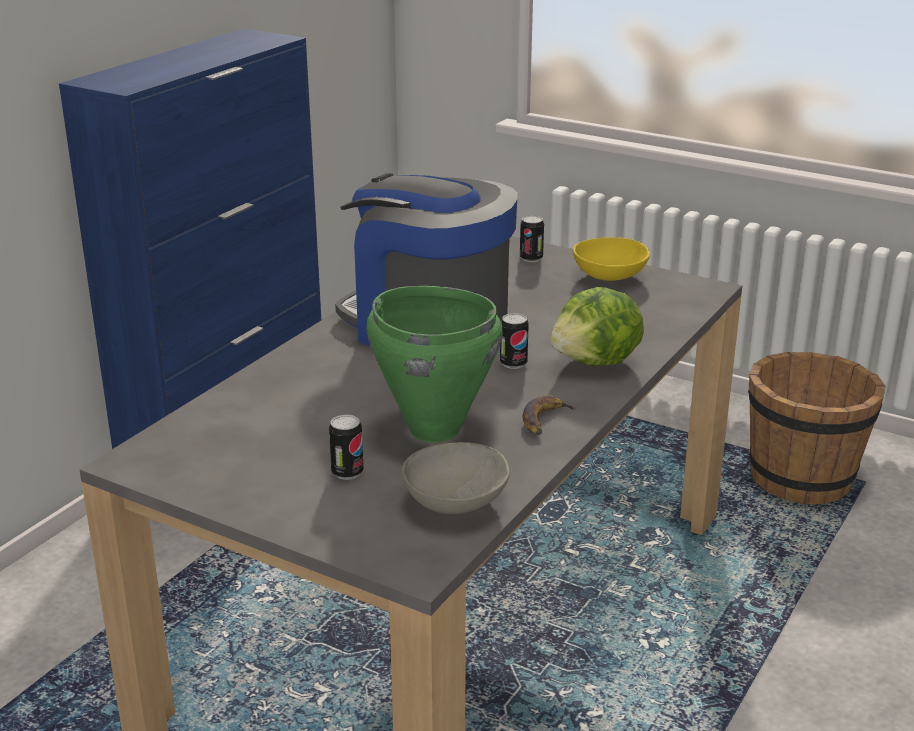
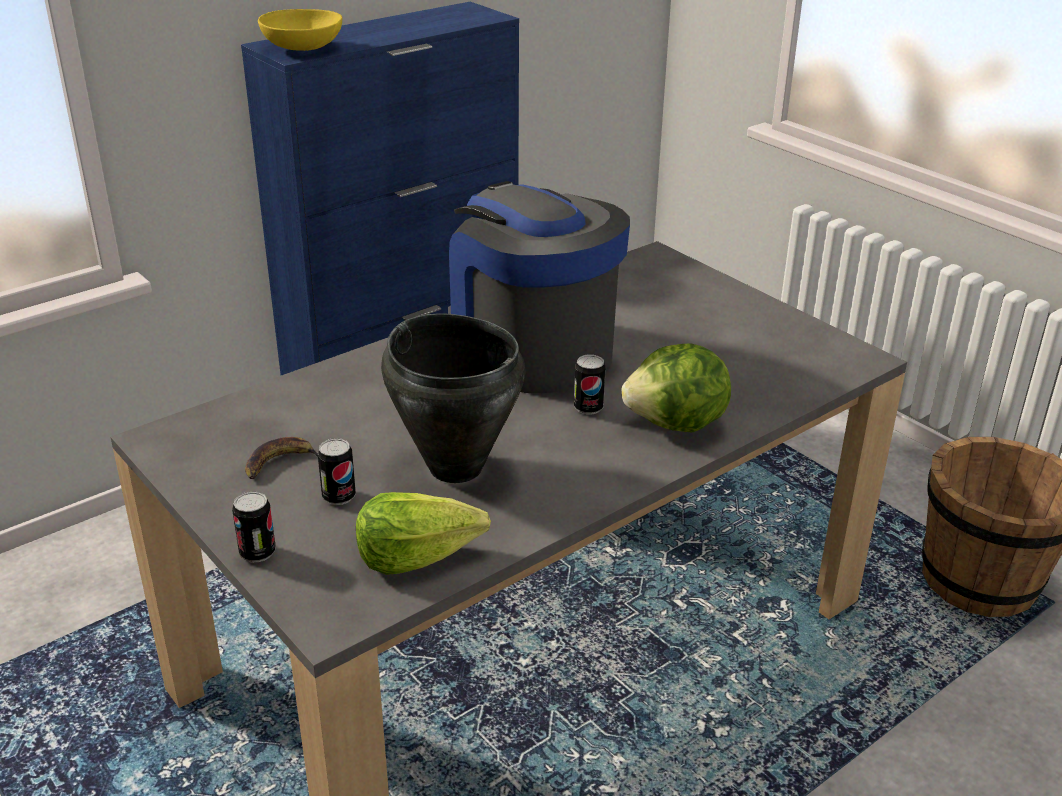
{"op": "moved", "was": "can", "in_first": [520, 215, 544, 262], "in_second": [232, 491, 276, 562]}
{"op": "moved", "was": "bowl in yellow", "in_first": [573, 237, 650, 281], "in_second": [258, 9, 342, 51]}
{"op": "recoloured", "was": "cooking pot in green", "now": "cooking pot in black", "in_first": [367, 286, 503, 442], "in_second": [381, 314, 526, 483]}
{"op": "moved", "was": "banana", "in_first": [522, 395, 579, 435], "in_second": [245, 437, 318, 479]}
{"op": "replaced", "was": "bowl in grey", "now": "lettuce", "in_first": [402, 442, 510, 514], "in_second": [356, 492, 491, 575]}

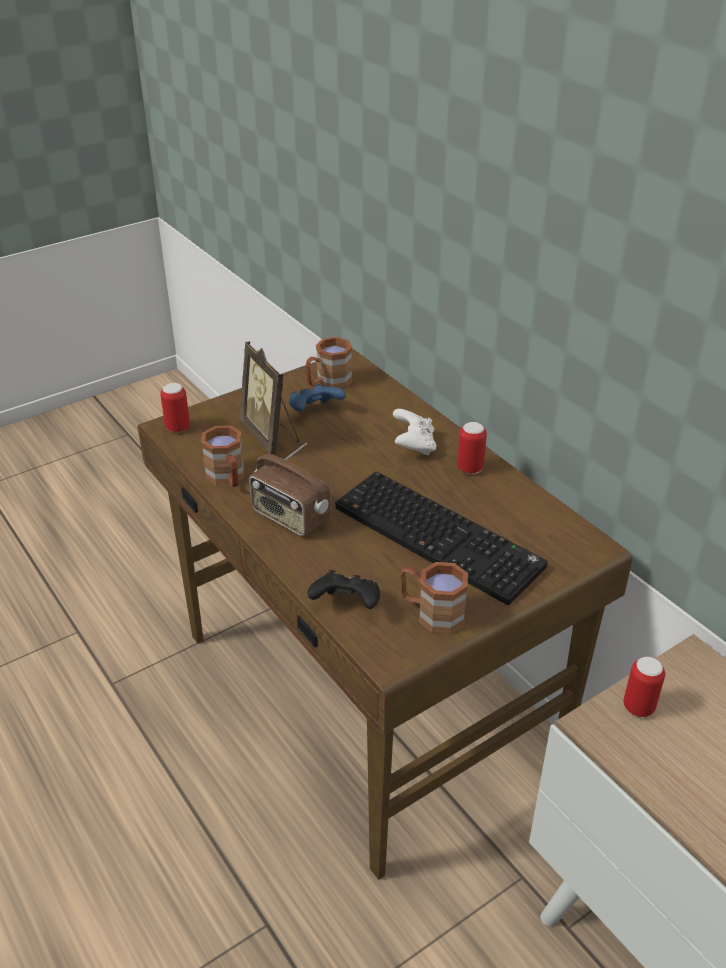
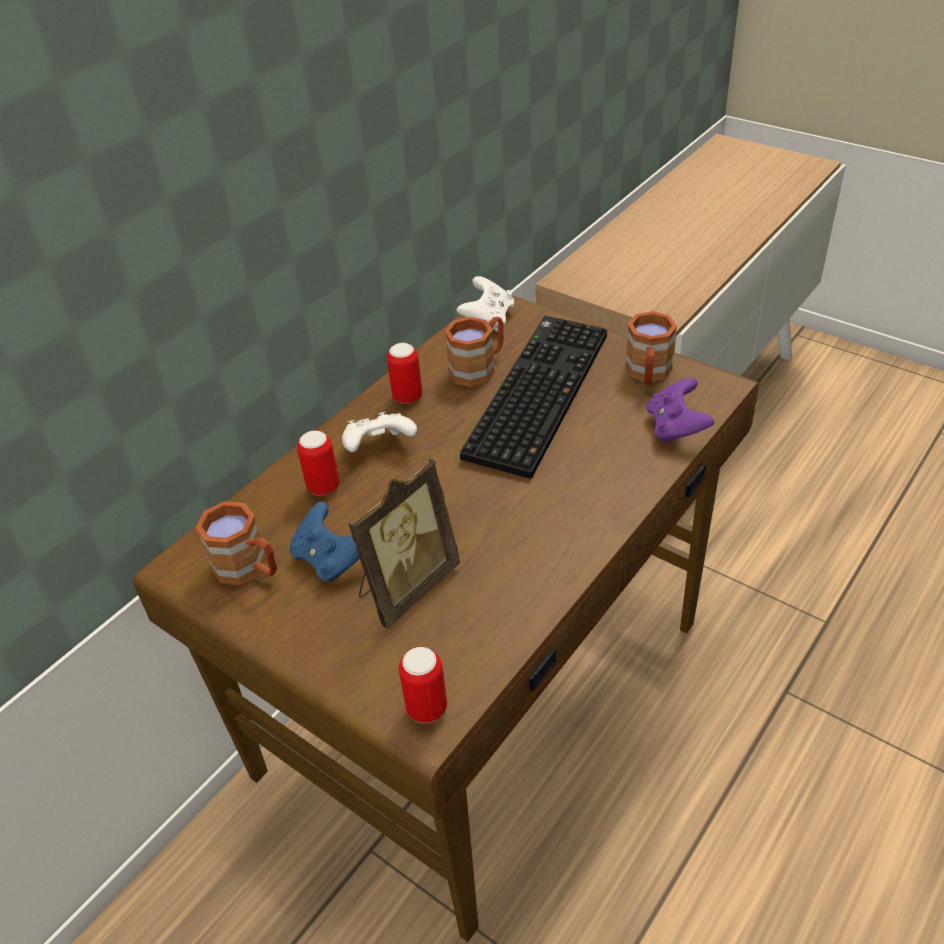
{"op": "moved", "was": "mug in brown", "in_first": [201, 426, 245, 487], "in_second": [445, 317, 504, 387]}
{"op": "removed", "was": "radio", "in_first": [249, 443, 330, 537]}
{"op": "recoloured", "was": "game controller in black", "now": "game controller in purple", "in_first": [308, 570, 380, 609], "in_second": [647, 377, 714, 443]}
{"op": "moved", "was": "can", "in_first": [623, 656, 665, 717], "in_second": [297, 431, 340, 496]}
{"op": "added", "now": "game controller in white", "in_second": [457, 276, 514, 331]}

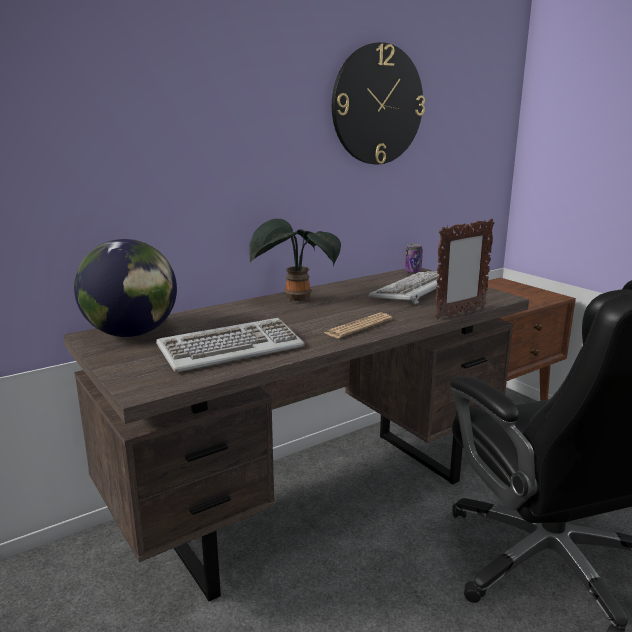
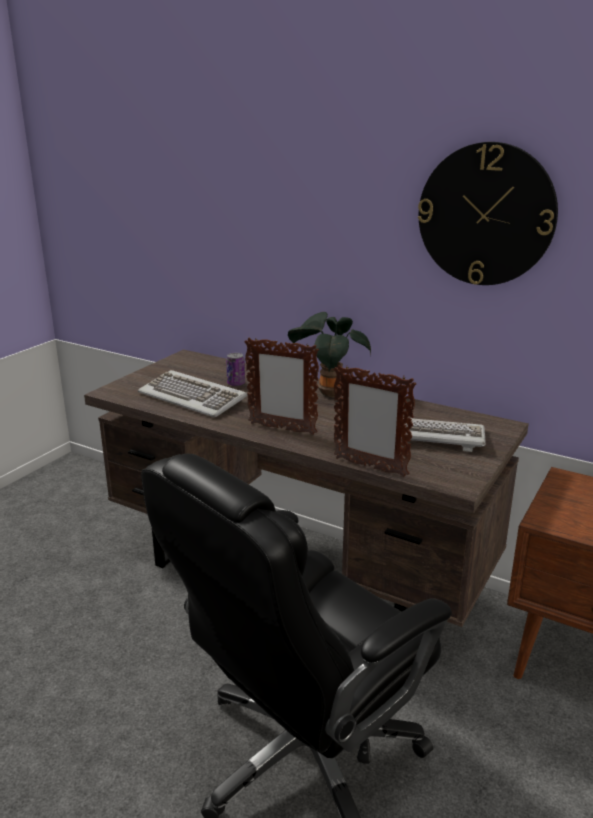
{"op": "removed", "was": "globe", "in_first": [74, 239, 177, 337]}
{"op": "moved", "was": "can", "in_first": [405, 244, 423, 274], "in_second": [226, 353, 245, 386]}
{"op": "replaced", "was": "newspaper", "now": "picture frame", "in_first": [324, 313, 392, 338], "in_second": [244, 337, 319, 435]}

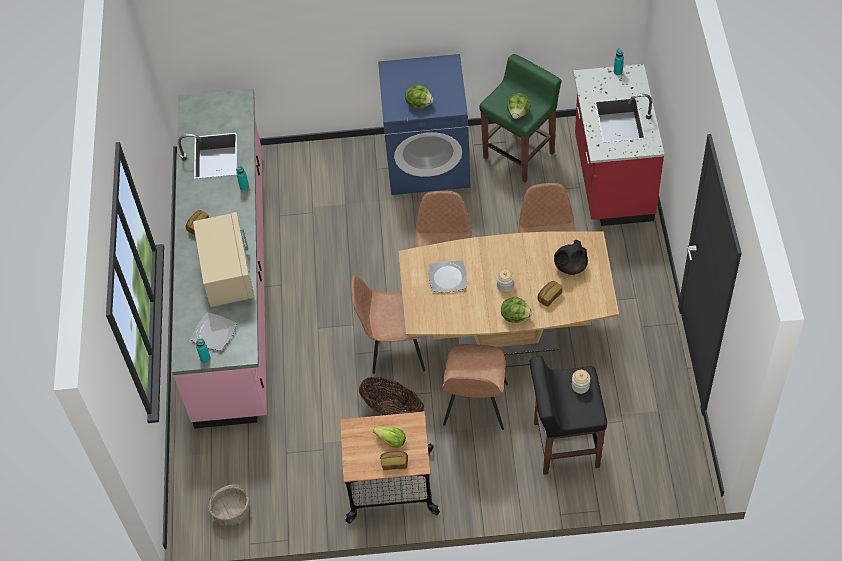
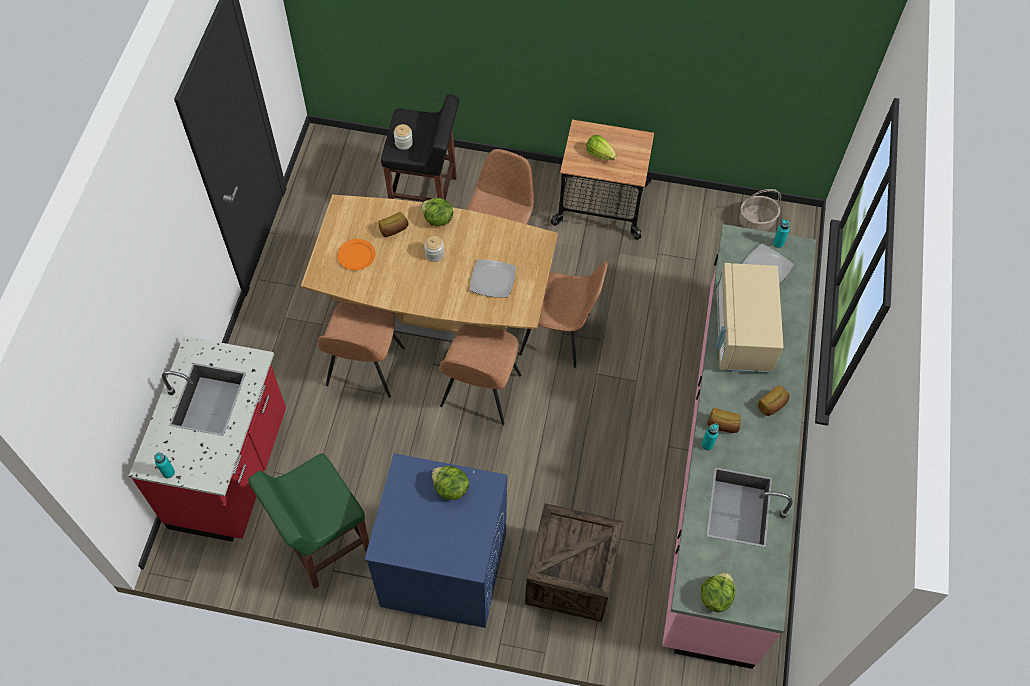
{"op": "moved", "was": "lettuce", "in_first": [507, 93, 531, 119], "in_second": [701, 573, 736, 613]}
{"op": "replaced", "was": "teapot in black", "now": "plate in orange", "in_first": [554, 240, 588, 275], "in_second": [337, 239, 376, 270]}
{"op": "removed", "was": "basket", "in_first": [359, 377, 424, 415]}
{"op": "moved", "was": "bread", "in_first": [380, 451, 408, 470], "in_second": [707, 408, 741, 433]}
{"op": "added", "now": "crate", "in_second": [525, 503, 623, 622]}

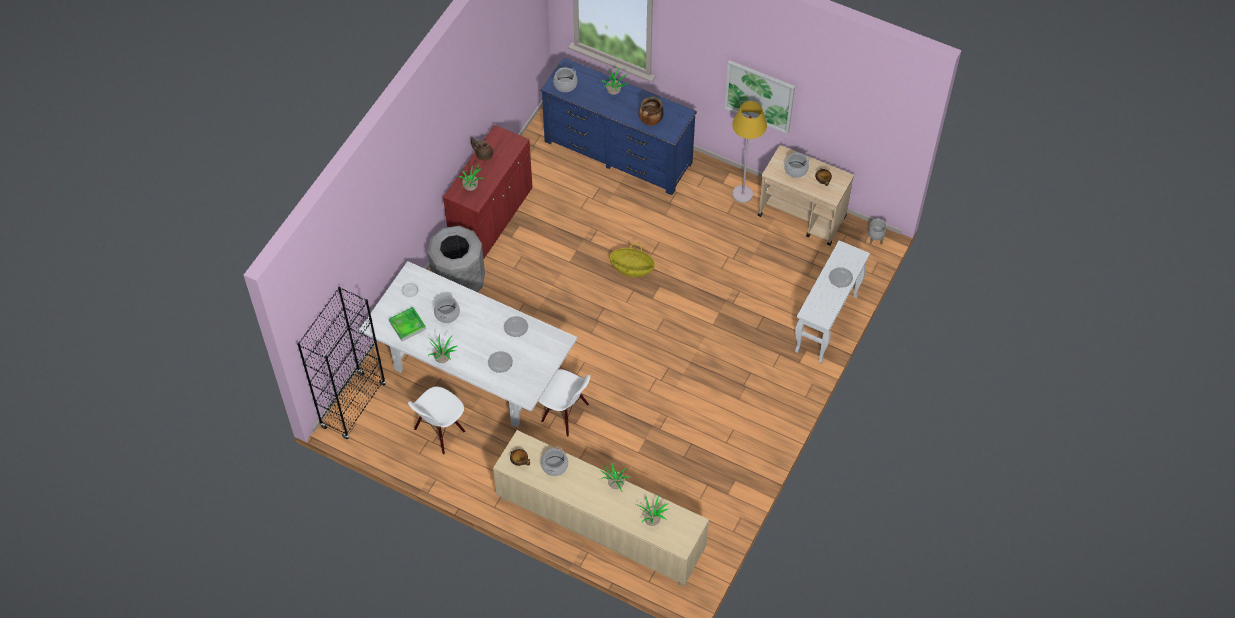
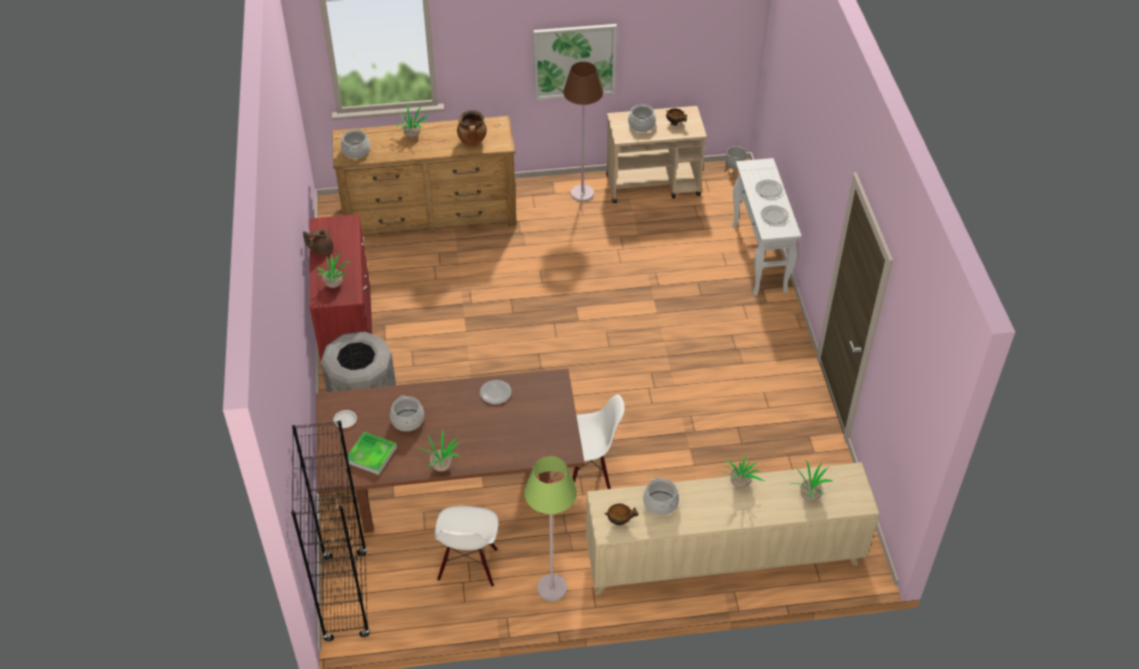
{"op": "recoloured", "was": "dresser in blue", "now": "dresser in brown", "in_first": [540, 57, 697, 195], "in_second": [332, 116, 517, 235]}
{"op": "recoloured", "was": "floor lamp in yellow", "now": "floor lamp in brown", "in_first": [732, 101, 767, 203], "in_second": [563, 62, 603, 202]}
{"op": "removed", "was": "basket", "in_first": [610, 244, 655, 277]}
{"op": "recoloured", "was": "dining table in white", "now": "dining table in brown", "in_first": [359, 261, 577, 428], "in_second": [316, 368, 585, 533]}
{"op": "moved", "was": "plate", "in_first": [488, 351, 513, 373], "in_second": [760, 205, 789, 224]}
{"op": "added", "now": "floor lamp in green", "in_second": [524, 456, 577, 602]}

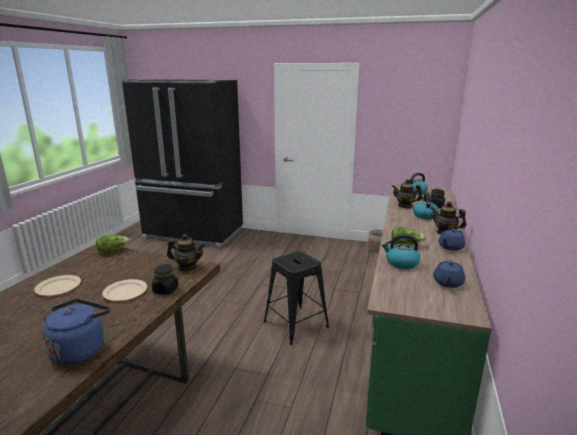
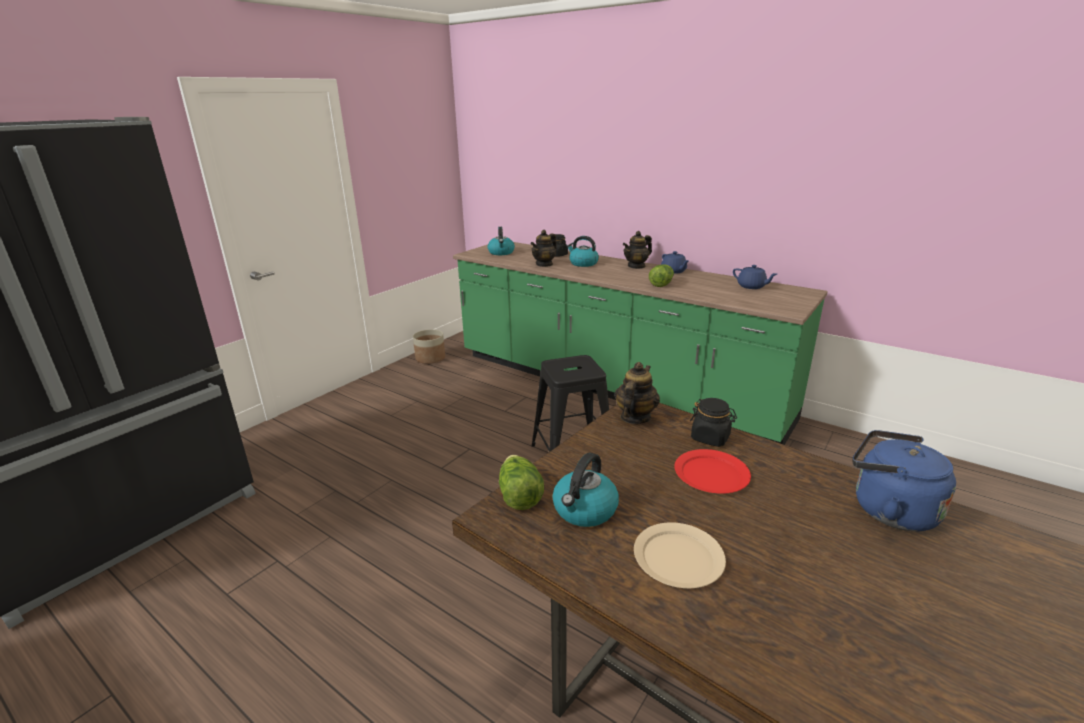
{"op": "moved", "was": "kettle", "in_first": [382, 234, 420, 269], "in_second": [553, 452, 619, 527]}
{"op": "recoloured", "was": "plate in beige", "now": "plate in red", "in_first": [102, 279, 147, 301], "in_second": [674, 449, 751, 494]}

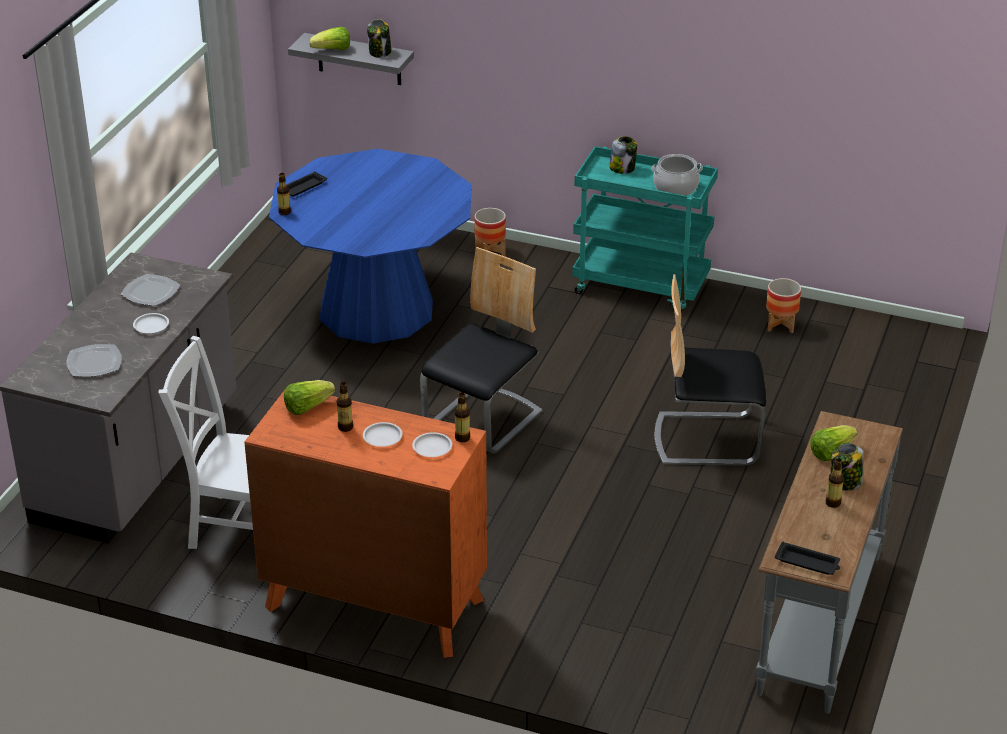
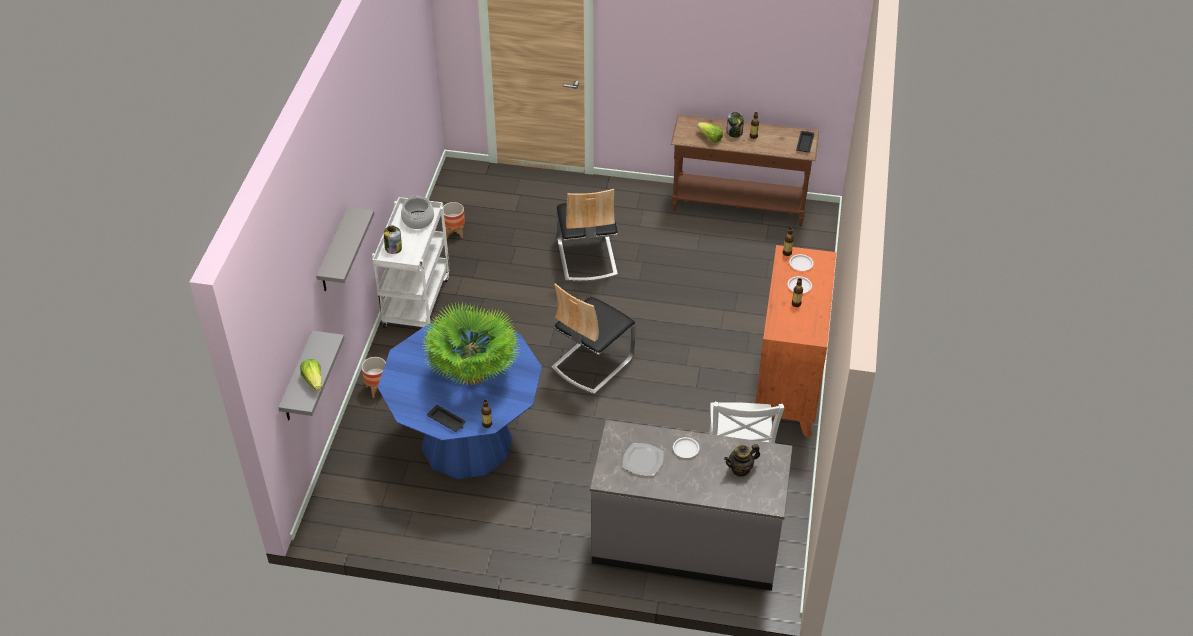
{"op": "removed", "was": "jar", "in_first": [367, 19, 391, 58]}
{"op": "recoloured", "was": "cart in turquoise", "now": "cart in white", "in_first": [572, 146, 718, 311], "in_second": [372, 197, 450, 328]}
{"op": "turned", "was": "chair", "in_first": [420, 247, 542, 454], "in_second": [551, 283, 636, 395], "clockwise": -75}
{"op": "replaced", "was": "plate", "now": "teapot", "in_first": [66, 344, 122, 377], "in_second": [724, 444, 760, 477]}
{"op": "removed", "was": "lettuce", "in_first": [284, 380, 335, 415]}
{"op": "recoloured", "was": "console table in grey", "now": "console table in brown", "in_first": [755, 411, 903, 714], "in_second": [671, 115, 819, 227]}
{"op": "added", "now": "shelf in grey", "in_second": [316, 207, 374, 291]}
{"op": "added", "now": "potted plant", "in_second": [421, 302, 521, 385]}

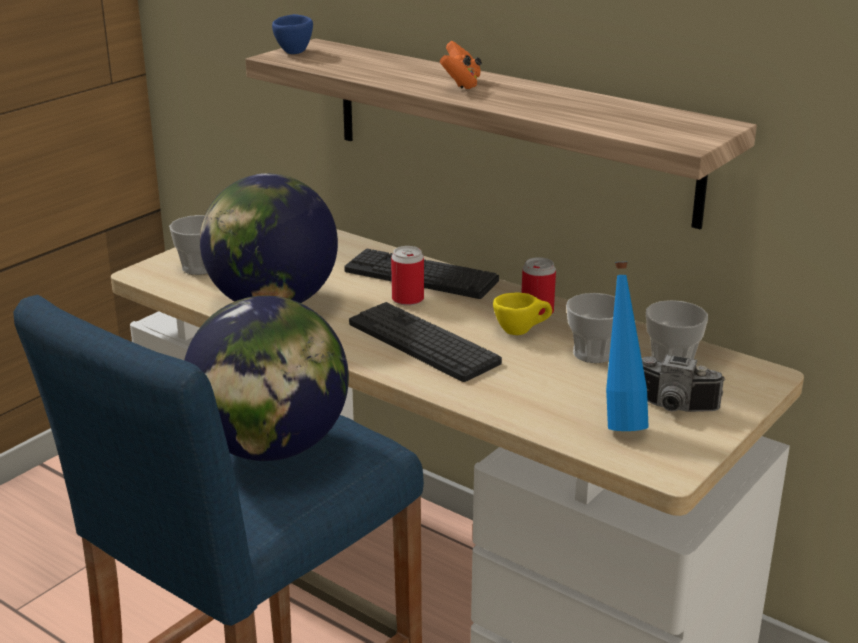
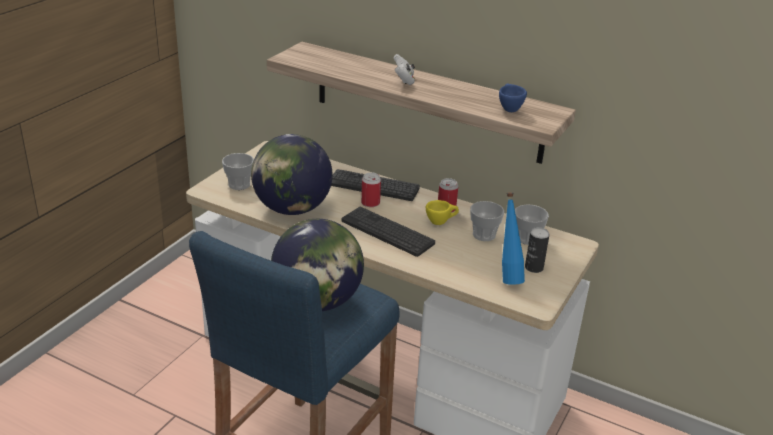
{"op": "moved", "was": "cup in blue", "in_first": [272, 14, 313, 54], "in_second": [499, 83, 527, 112]}
{"op": "recoloured", "was": "game controller in orange", "now": "game controller in white", "in_first": [440, 41, 482, 89], "in_second": [394, 54, 415, 85]}
{"op": "replaced", "was": "photo camera", "now": "can", "in_first": [642, 354, 726, 412], "in_second": [525, 227, 549, 273]}

